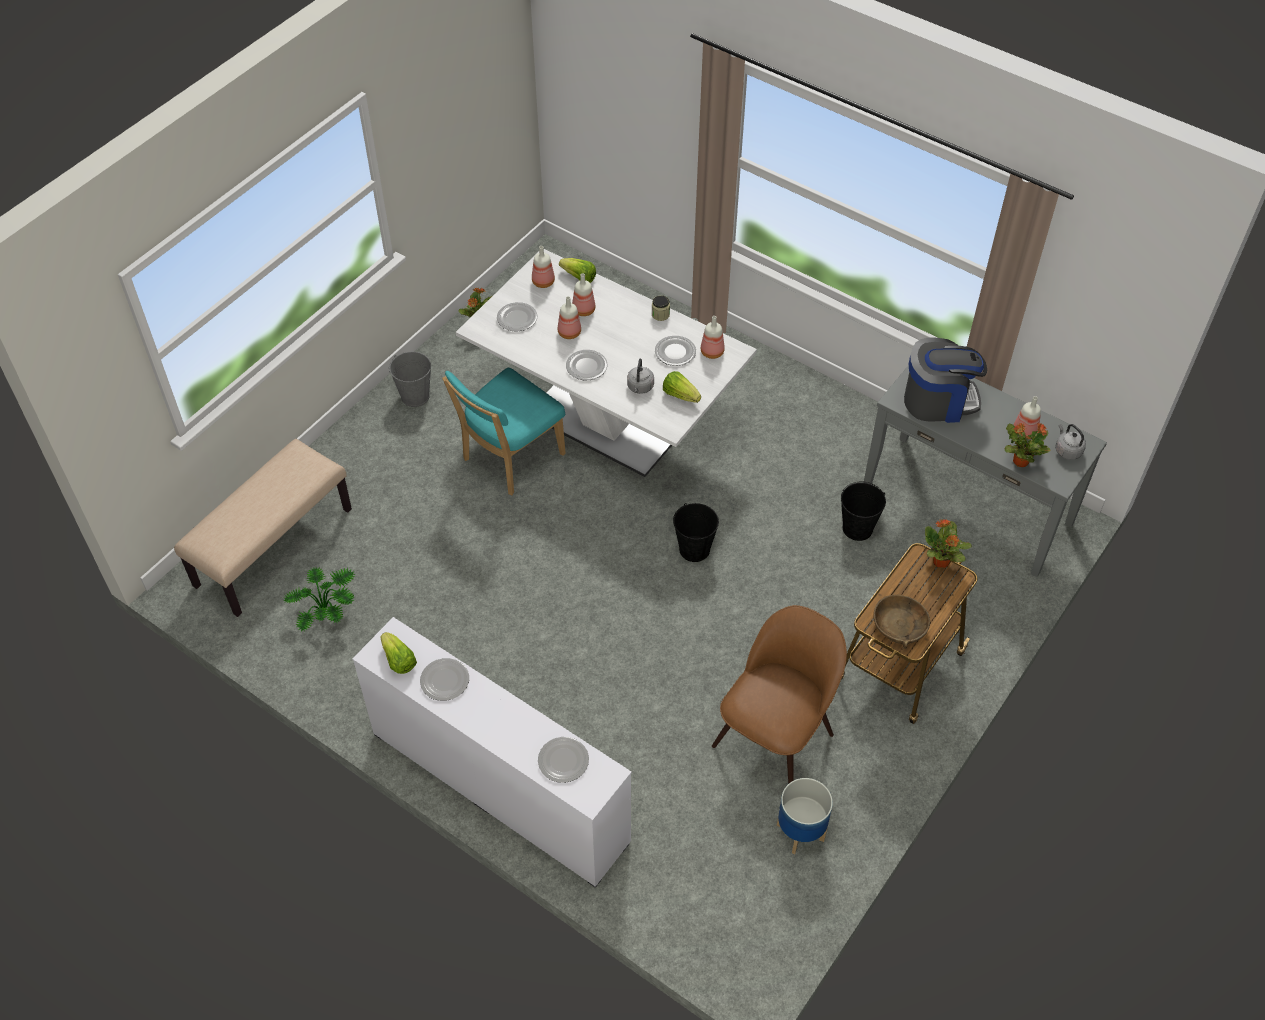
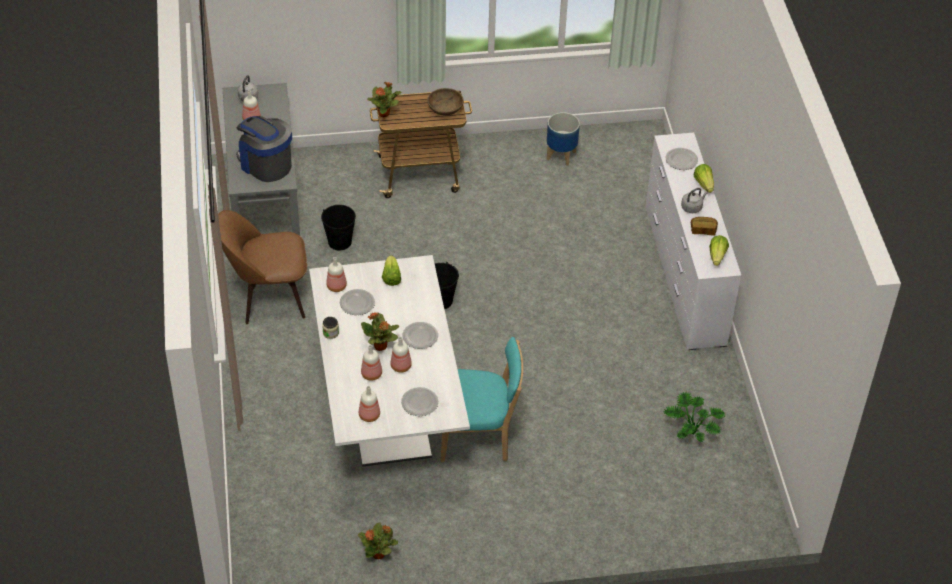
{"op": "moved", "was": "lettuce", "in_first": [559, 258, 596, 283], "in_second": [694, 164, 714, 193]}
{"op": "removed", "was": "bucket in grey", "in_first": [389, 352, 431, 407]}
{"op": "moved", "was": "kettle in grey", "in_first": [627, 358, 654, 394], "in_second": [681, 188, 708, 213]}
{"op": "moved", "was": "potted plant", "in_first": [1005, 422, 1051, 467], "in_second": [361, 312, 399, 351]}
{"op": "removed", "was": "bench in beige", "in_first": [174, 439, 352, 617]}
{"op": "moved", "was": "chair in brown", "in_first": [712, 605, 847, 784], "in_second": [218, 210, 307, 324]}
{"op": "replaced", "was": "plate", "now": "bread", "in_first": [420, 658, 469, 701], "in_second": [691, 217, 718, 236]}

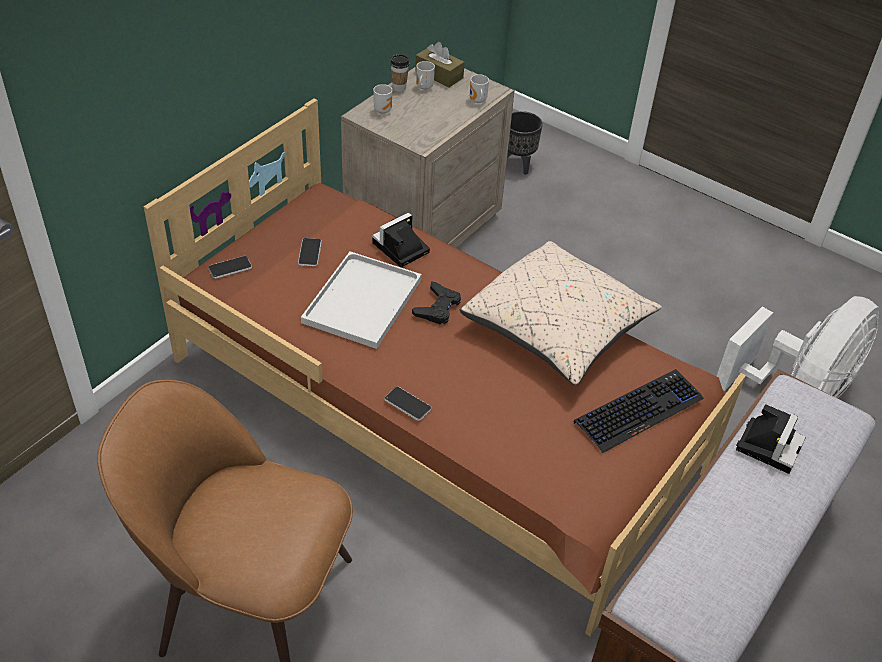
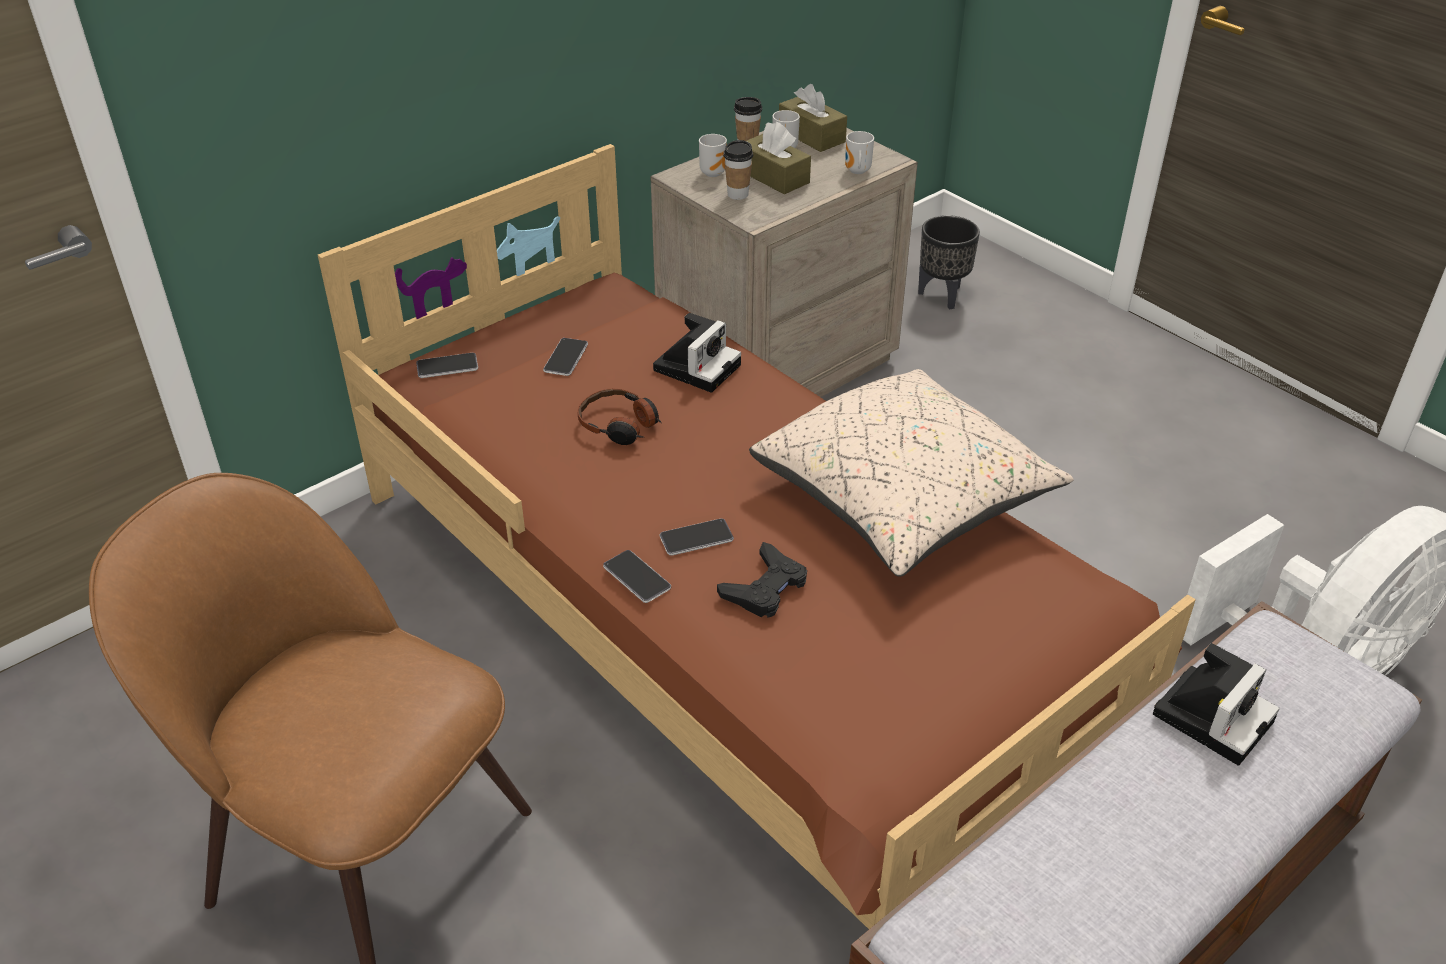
{"op": "turned", "was": "photo camera", "in_first": [372, 213, 430, 267], "in_second": [653, 313, 741, 393], "clockwise": 150}
{"op": "replaced", "was": "tray in white", "now": "headphones", "in_first": [301, 251, 422, 349], "in_second": [577, 389, 662, 445]}
{"op": "moved", "was": "game controller in black", "in_first": [412, 281, 461, 324], "in_second": [717, 542, 807, 618]}
{"op": "removed", "was": "keyboard", "in_first": [573, 369, 704, 453]}
{"op": "added", "now": "tissue box in brown", "in_second": [747, 122, 811, 194]}
{"op": "added", "now": "cup", "in_second": [723, 140, 753, 200]}
{"op": "added", "now": "phone", "in_second": [660, 519, 734, 556]}

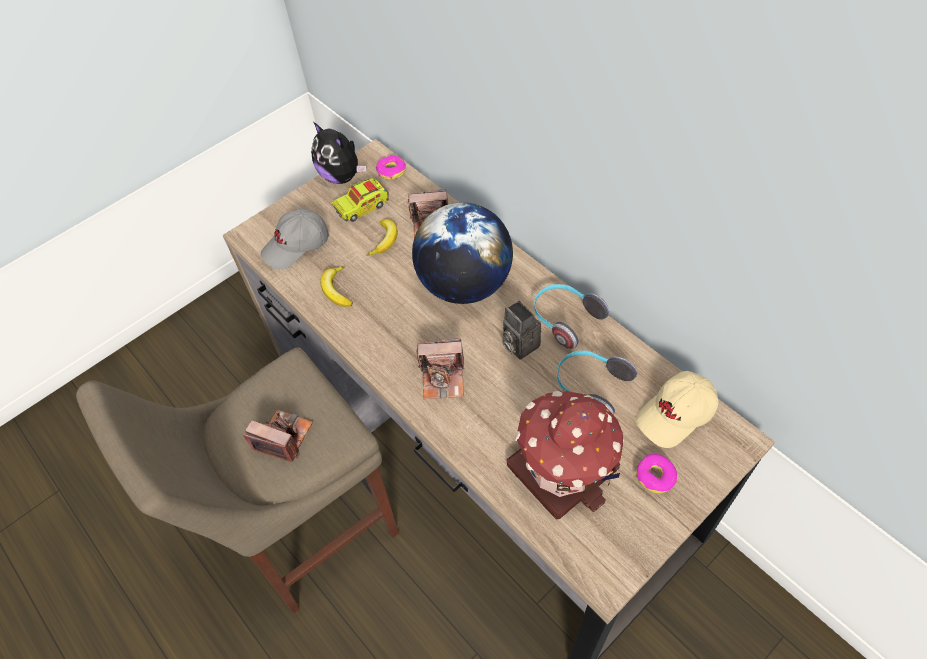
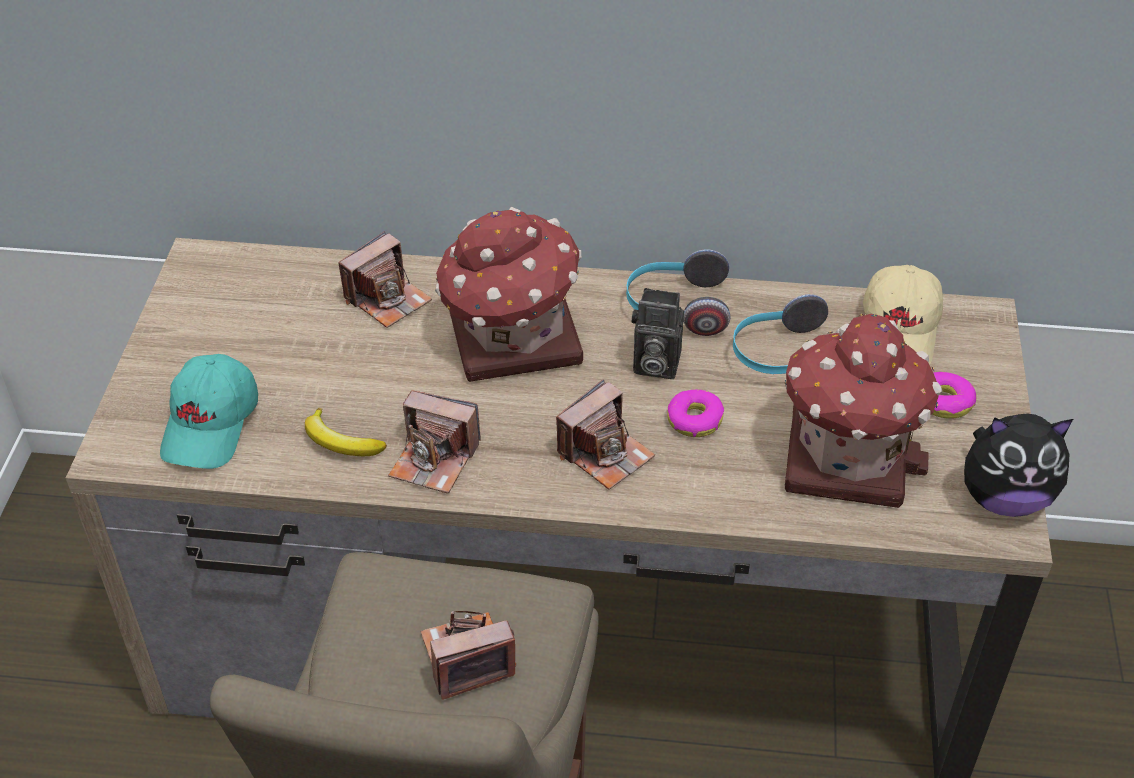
{"op": "moved", "was": "plush toy", "in_first": [311, 122, 366, 184], "in_second": [964, 414, 1073, 517]}
{"op": "moved", "was": "donut", "in_first": [376, 155, 406, 180], "in_second": [667, 390, 724, 437]}
{"op": "removed", "was": "toy truck", "in_first": [331, 178, 389, 222]}
{"op": "replaced", "was": "globe", "now": "toy house", "in_first": [412, 202, 513, 304], "in_second": [435, 207, 583, 382]}
{"op": "recoloured", "was": "cap in grey", "now": "cap in turquoise", "in_first": [261, 208, 329, 269], "in_second": [160, 354, 258, 469]}
{"op": "removed", "was": "banana", "in_first": [366, 219, 398, 256]}
{"op": "added", "now": "photo camera", "in_second": [388, 390, 481, 494]}

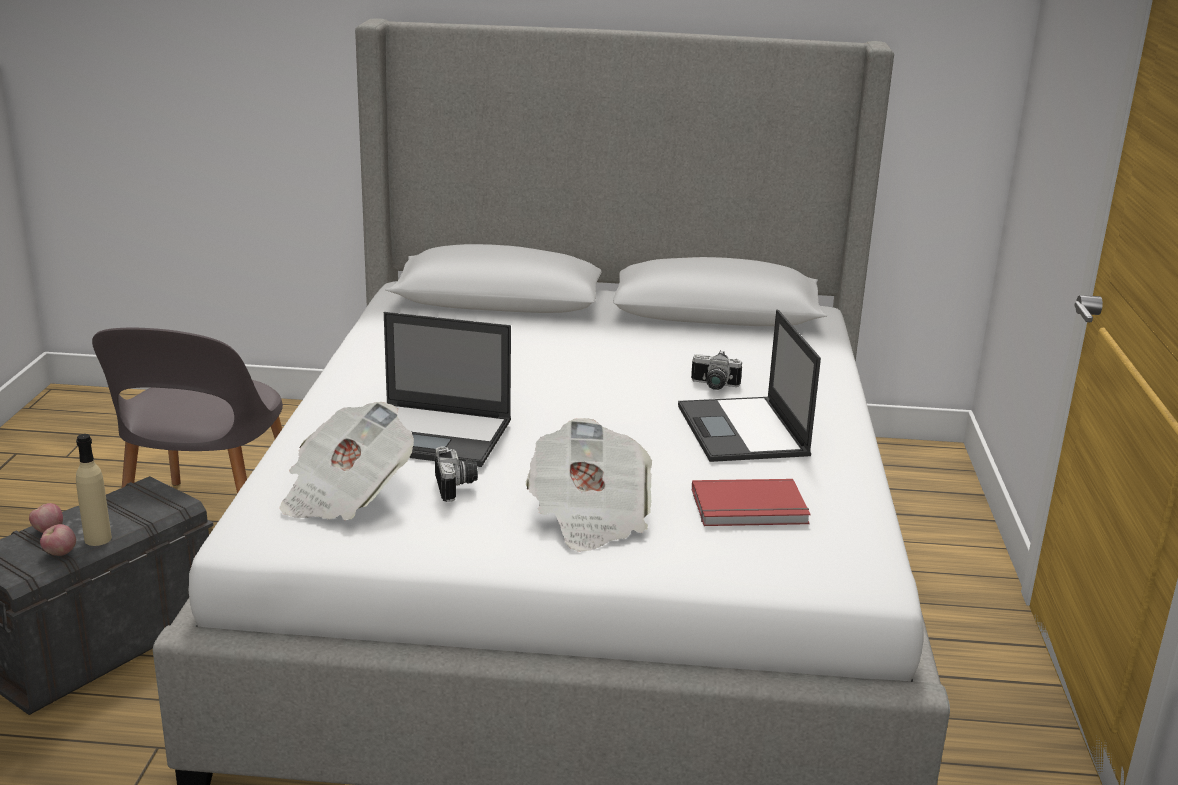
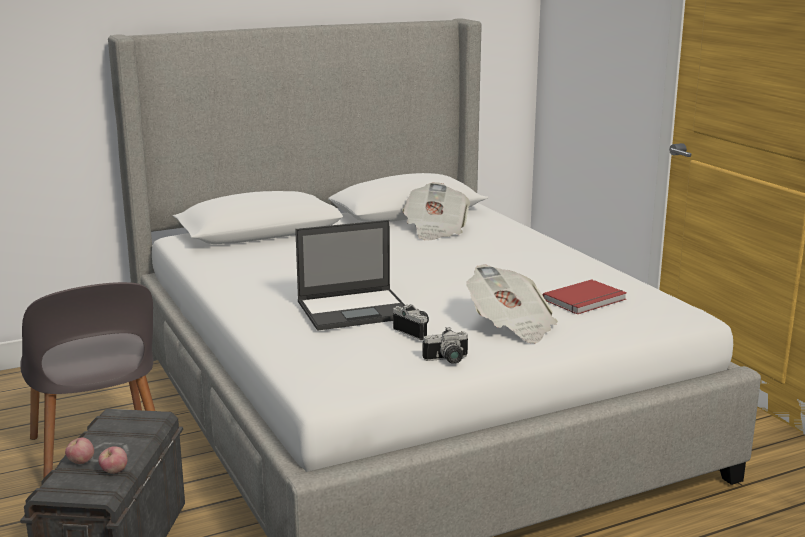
{"op": "removed", "was": "laptop", "in_first": [678, 309, 821, 462]}
{"op": "moved", "was": "photo camera", "in_first": [691, 350, 742, 390], "in_second": [423, 327, 468, 364]}
{"op": "moved", "was": "newspaper", "in_first": [280, 402, 414, 520], "in_second": [402, 182, 470, 240]}
{"op": "removed", "was": "bottle in beige", "in_first": [76, 434, 112, 546]}

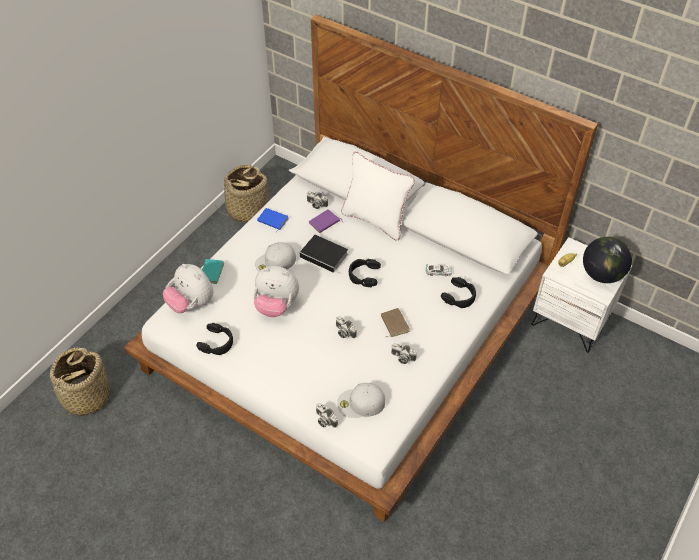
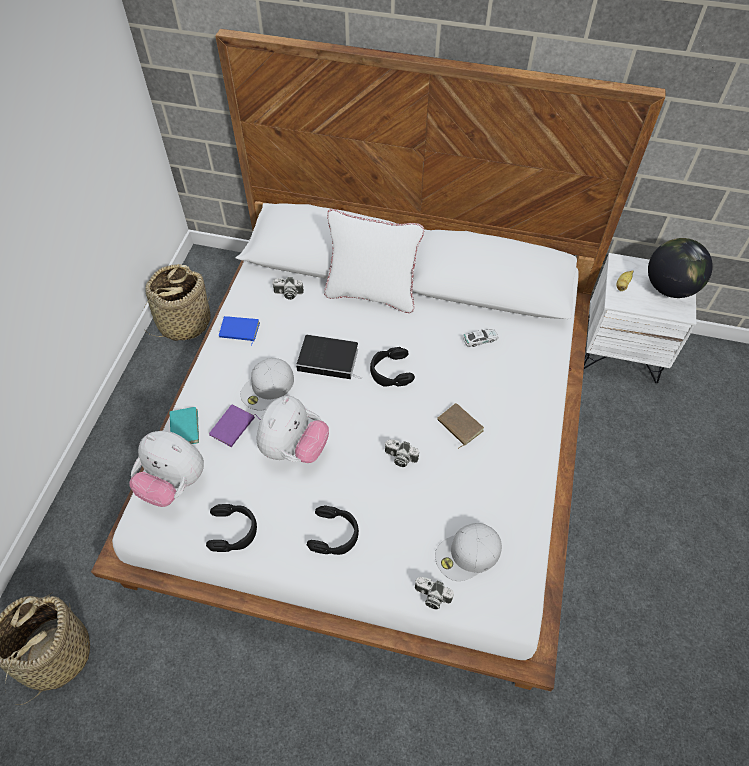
{"op": "moved", "was": "book in purple", "in_first": [309, 209, 343, 233], "in_second": [209, 405, 261, 447]}
{"op": "turned", "was": "plush toy", "in_first": [253, 266, 299, 317], "in_second": [256, 396, 329, 463], "clockwise": -60}
{"op": "moved", "was": "headphones in black", "in_first": [441, 277, 476, 308], "in_second": [307, 505, 359, 555]}
{"op": "removed", "was": "photo camera", "in_first": [391, 344, 417, 364]}

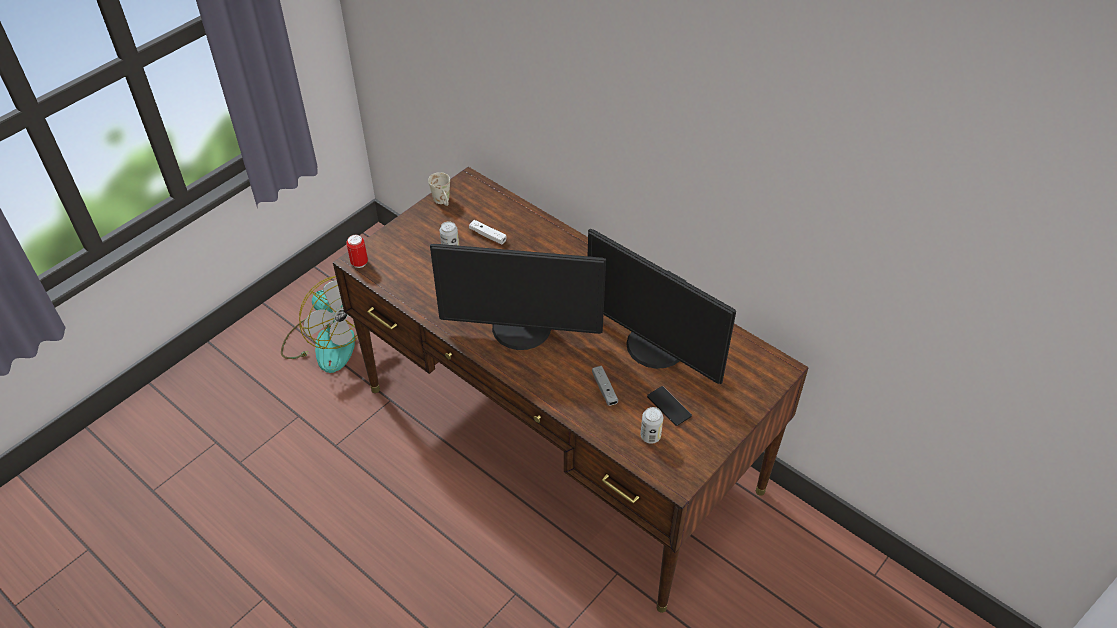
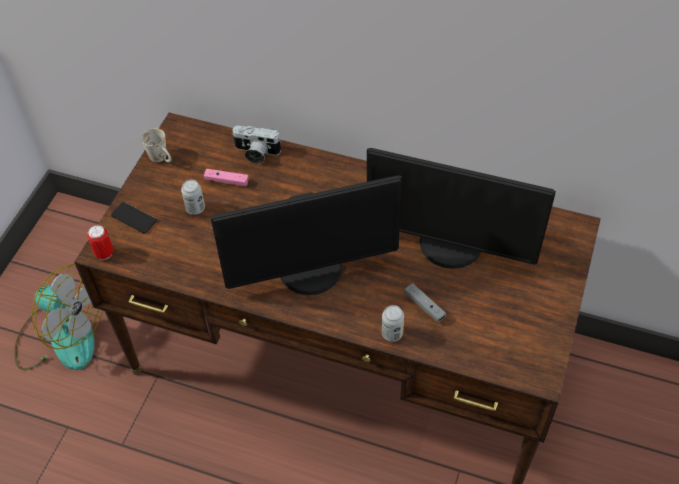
{"op": "recoloured", "was": "game controller in white", "now": "game controller in pink", "in_first": [469, 220, 506, 245], "in_second": [204, 169, 248, 186]}
{"op": "moved", "was": "phone", "in_first": [647, 386, 692, 426], "in_second": [111, 202, 157, 233]}
{"op": "moved", "was": "can", "in_first": [641, 407, 663, 444], "in_second": [382, 305, 404, 342]}
{"op": "added", "now": "photo camera", "in_second": [232, 126, 281, 164]}

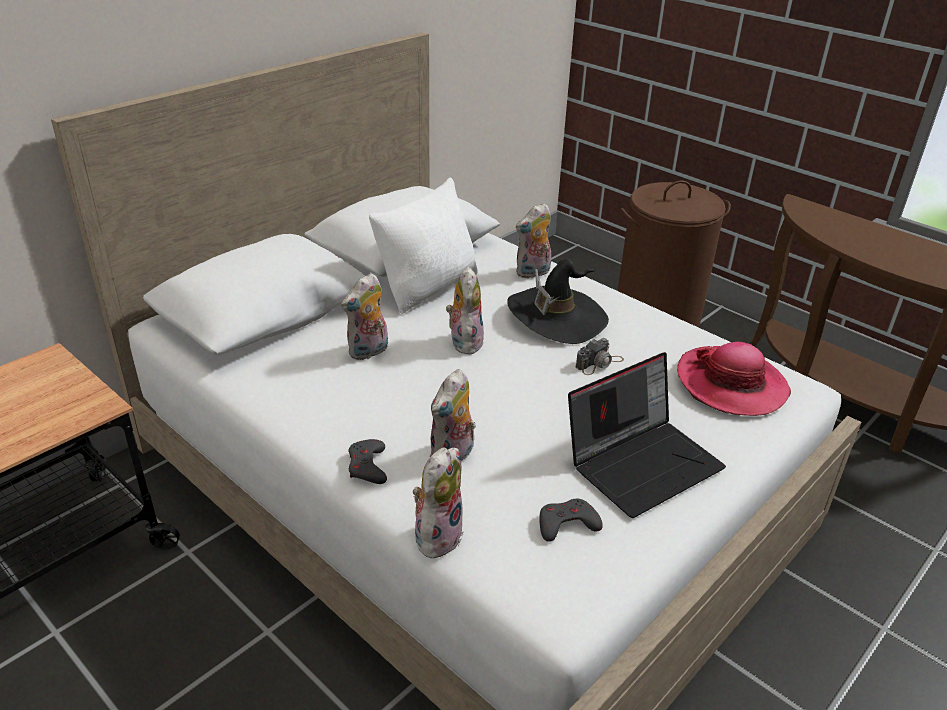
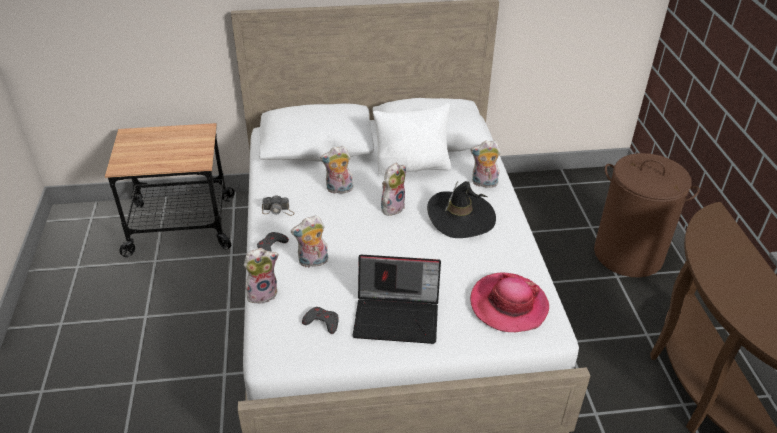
{"op": "moved", "was": "photo camera", "in_first": [575, 338, 624, 375], "in_second": [262, 195, 295, 216]}

